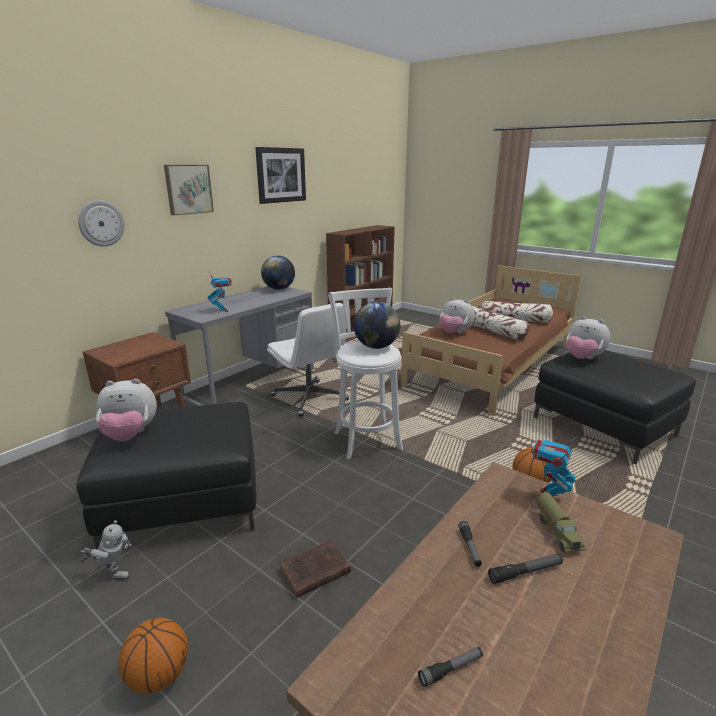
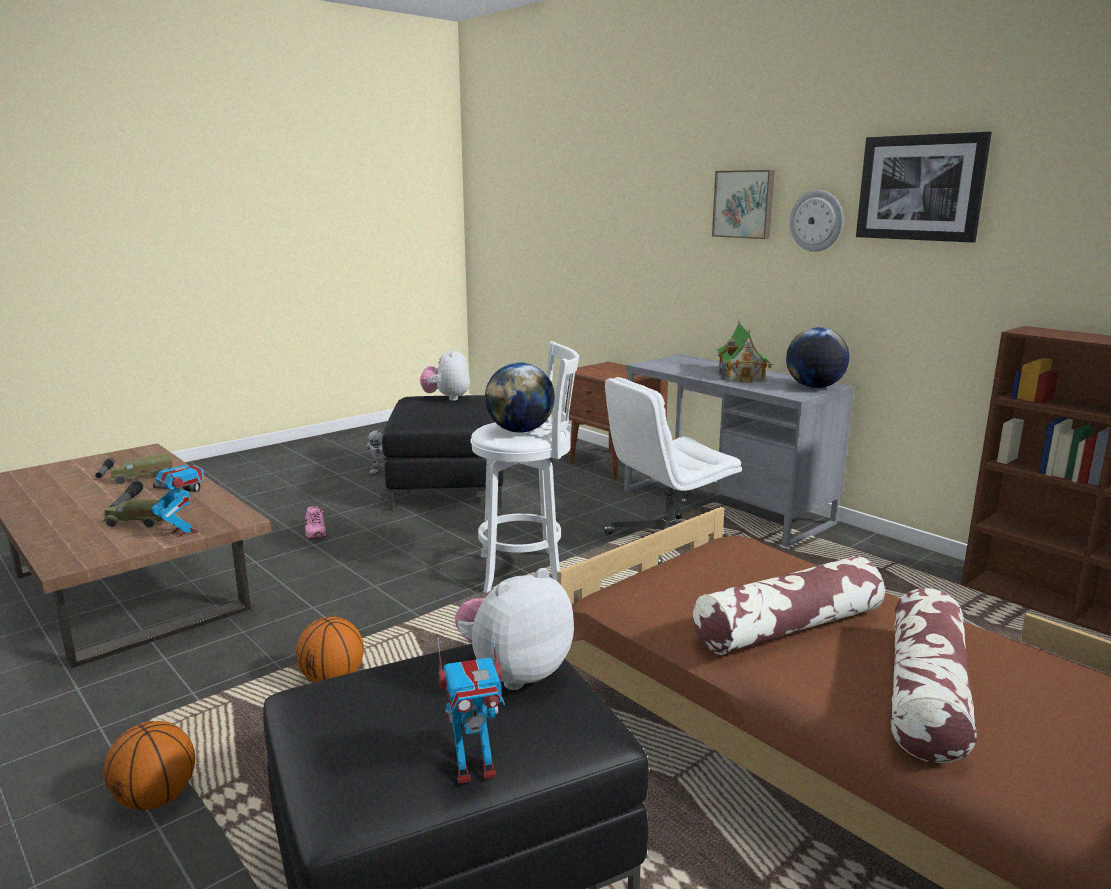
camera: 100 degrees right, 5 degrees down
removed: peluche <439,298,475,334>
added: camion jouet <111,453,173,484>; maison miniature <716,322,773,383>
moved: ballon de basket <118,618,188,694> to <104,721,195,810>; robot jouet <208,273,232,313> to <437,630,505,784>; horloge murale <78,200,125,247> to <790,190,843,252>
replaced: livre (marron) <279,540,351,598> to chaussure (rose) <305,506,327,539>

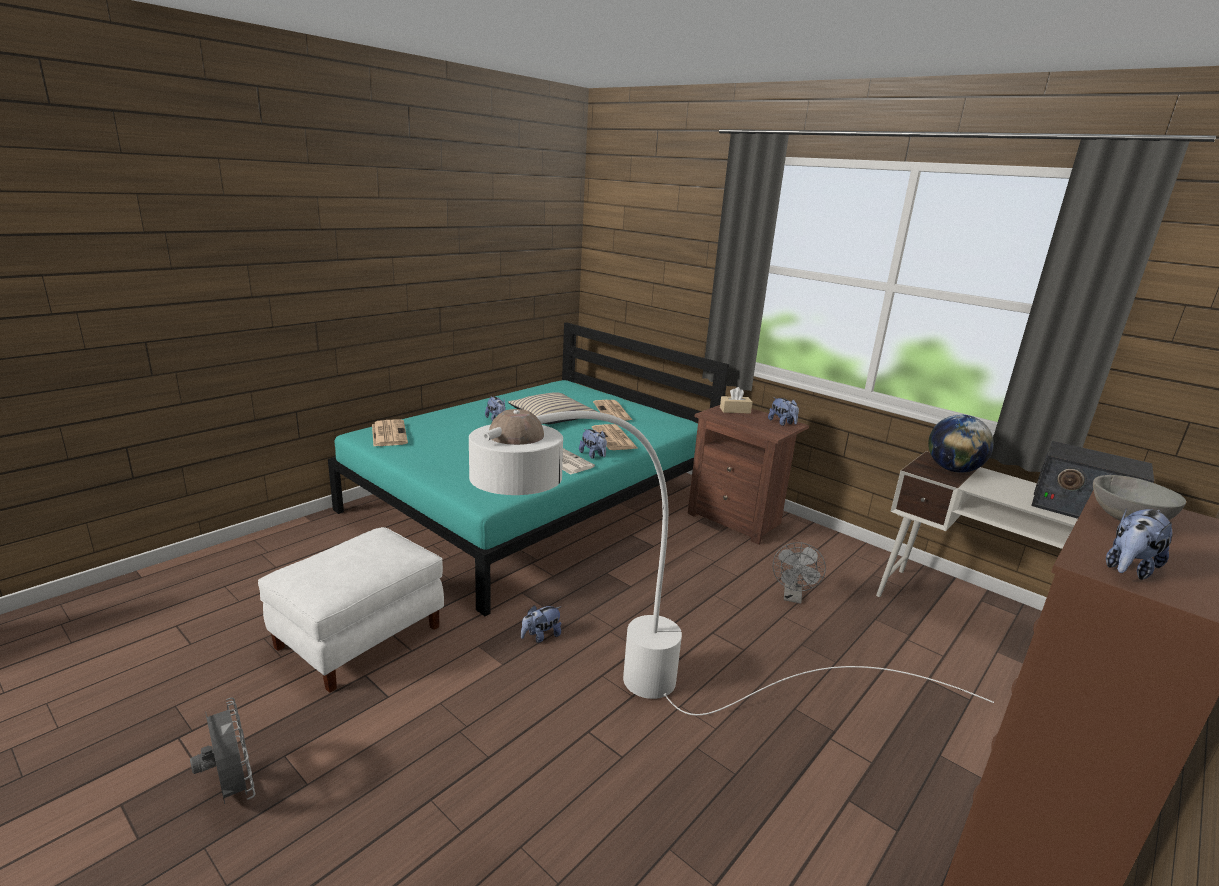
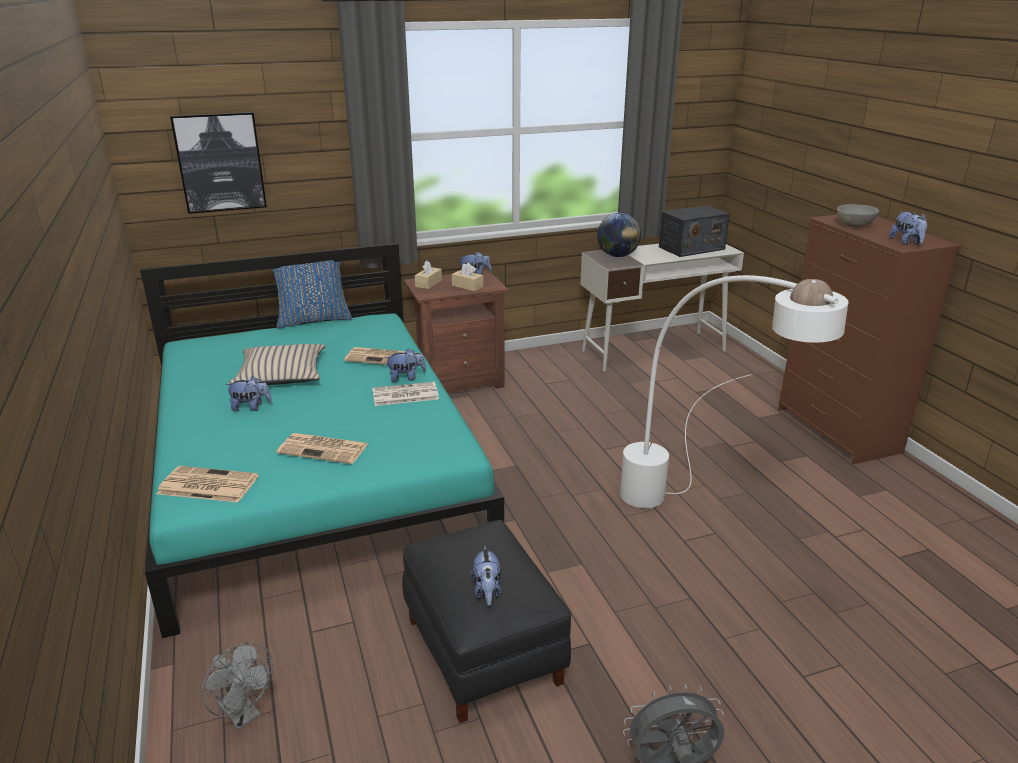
camera: 60 degrees left, 5 degrees up
added: tableau <170,112,267,214>; coussin (bleu) <272,260,352,328>; boîte à mouchoirs (beige) <452,263,483,291>
moved: ventilateur (gris) <773,542,826,604> to <201,642,273,730>; journal <593,400,632,421> to <276,433,368,464>; peluche <521,605,562,643> to <471,545,501,606>
recoloured: pouf (blanc) <258,527,444,693> to pouf (noir) <402,520,571,723>

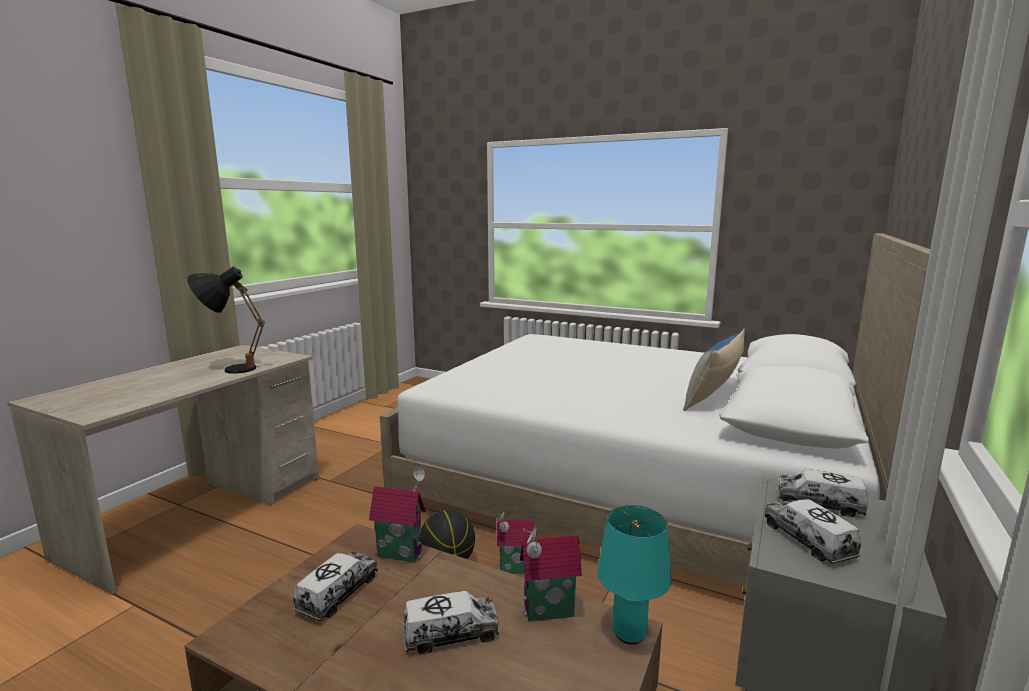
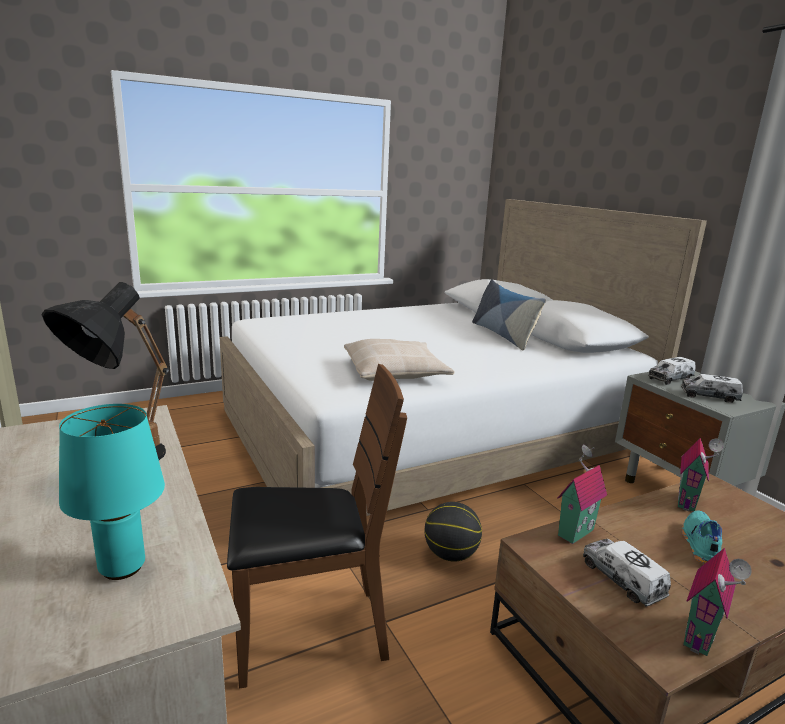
camera: 55 degrees left, 5 degrees up
added: chaise (marron) <227,364,407,688>; coussin (beige) <344,339,454,381>
moved: lampe de table (turquoise) <597,505,672,645> to <59,404,165,580>; maison miniature <496,512,534,574> to <683,548,752,656>
replaced: camion jouet <403,591,500,654> to chaussure (turquoise) <682,510,722,564>

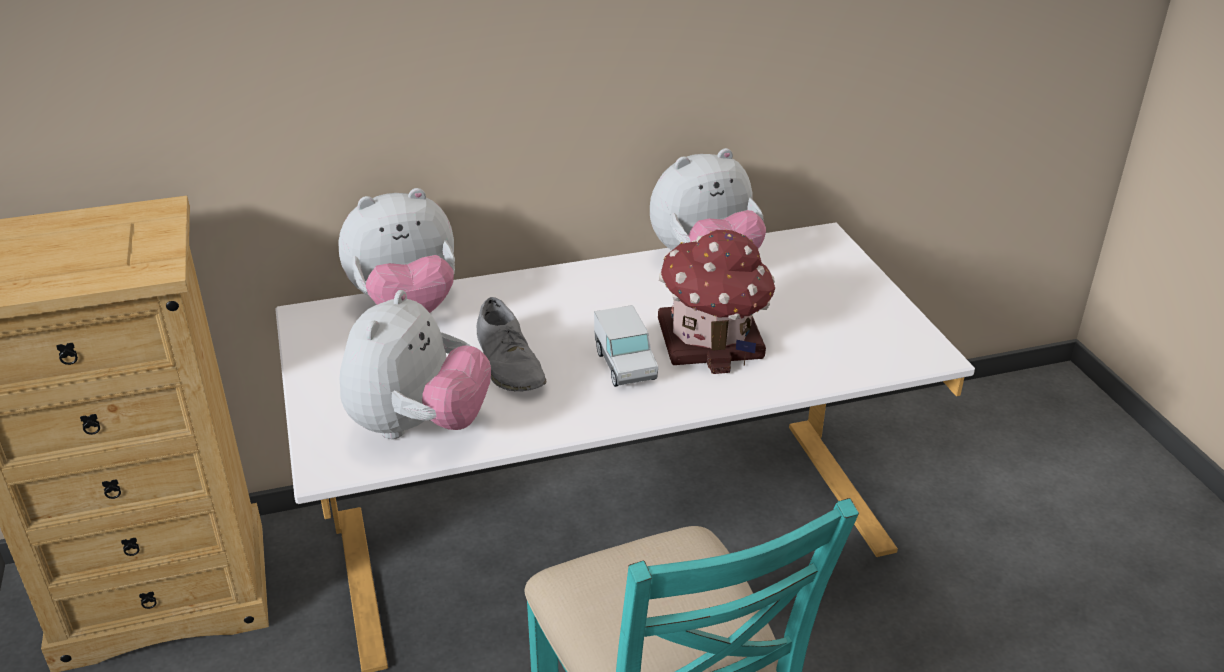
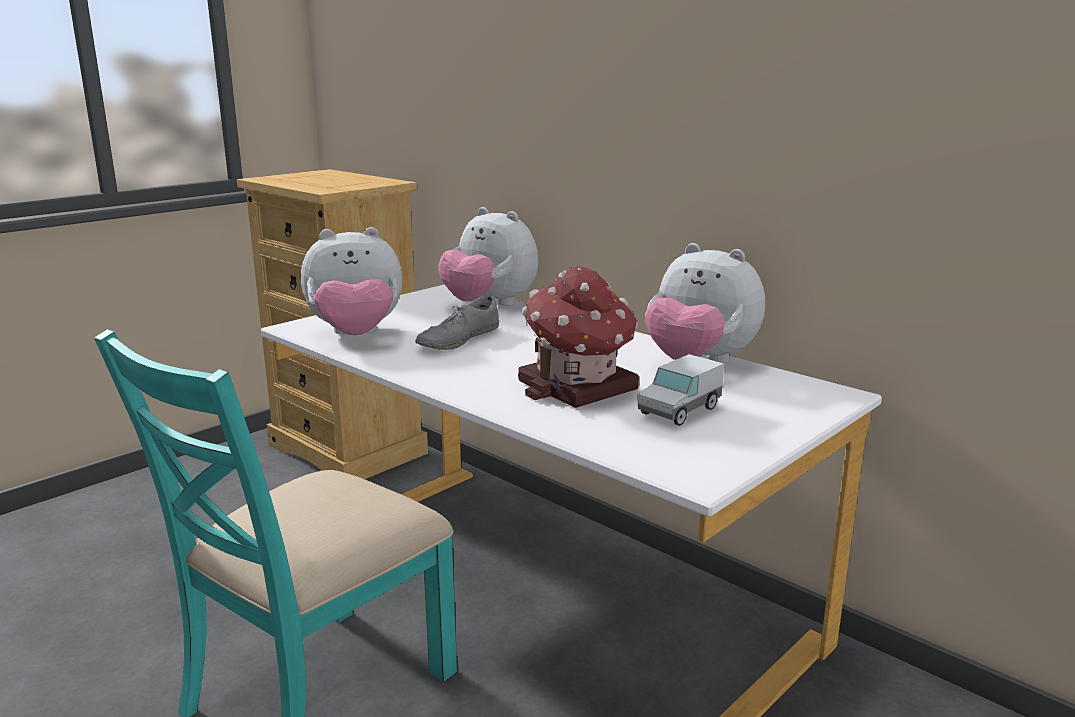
camera: 60 degrees right, 15 degrees down
moved: camion jouet <594,305,658,387> to <638,354,724,426>

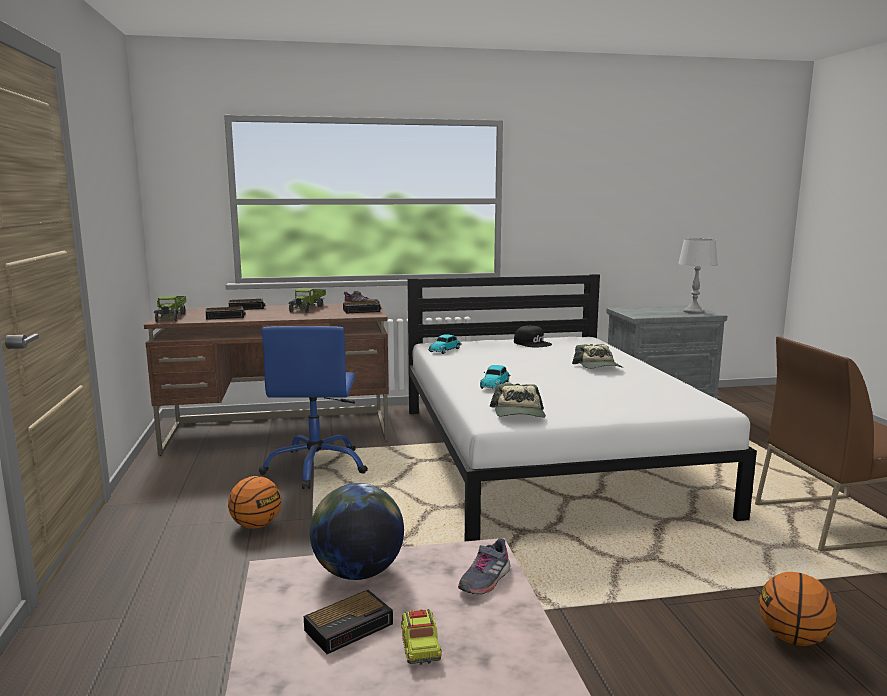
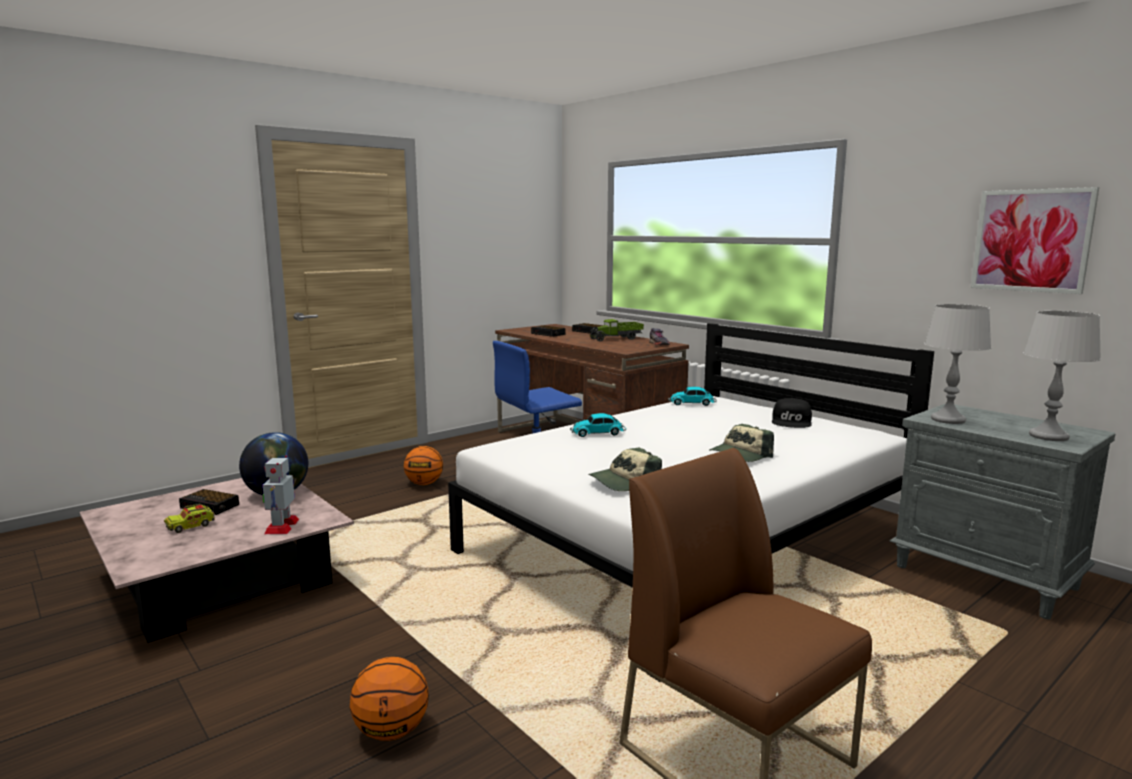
camera: 60 degrees right, 0 degrees up
removed: camion jouet <154,295,186,322>; réveil <343,301,381,313>
added: lampe de table (gris) <924,304,991,424>; tableau <971,187,1099,294>
moved: casquette <490,383,546,418> to <589,447,662,491>
replaced: chaussure (gris) <458,538,510,595> to robot jouet <262,456,299,534>

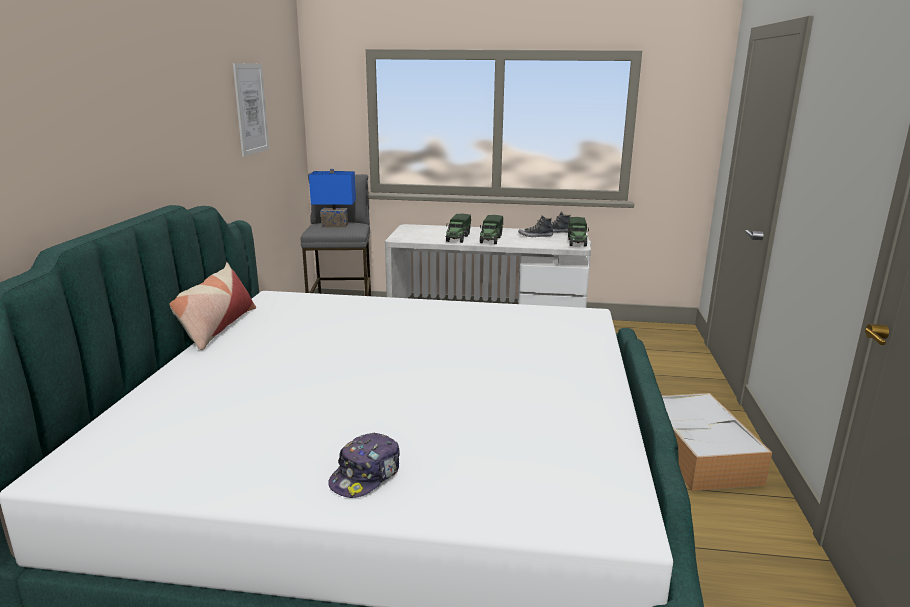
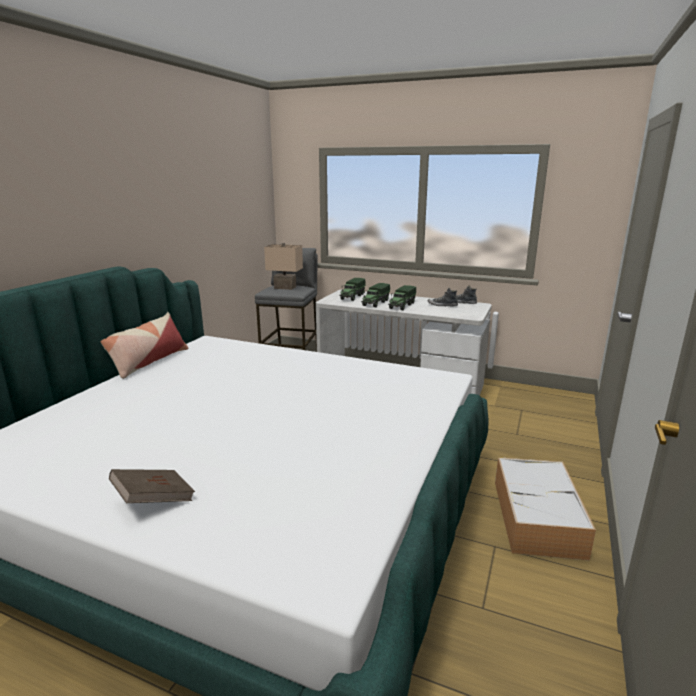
camera: 15 degrees right, 0 degrees up
removed: tableau <233,63,269,157>
moved: camion jouet <568,217,589,247> to <339,278,366,301>
replaced: casquette <328,432,400,498> to livre (marron) <109,469,195,503>
recoloured: lampe de table (bleu) <309,169,356,228> to lampe de table (beige) <264,243,303,290>

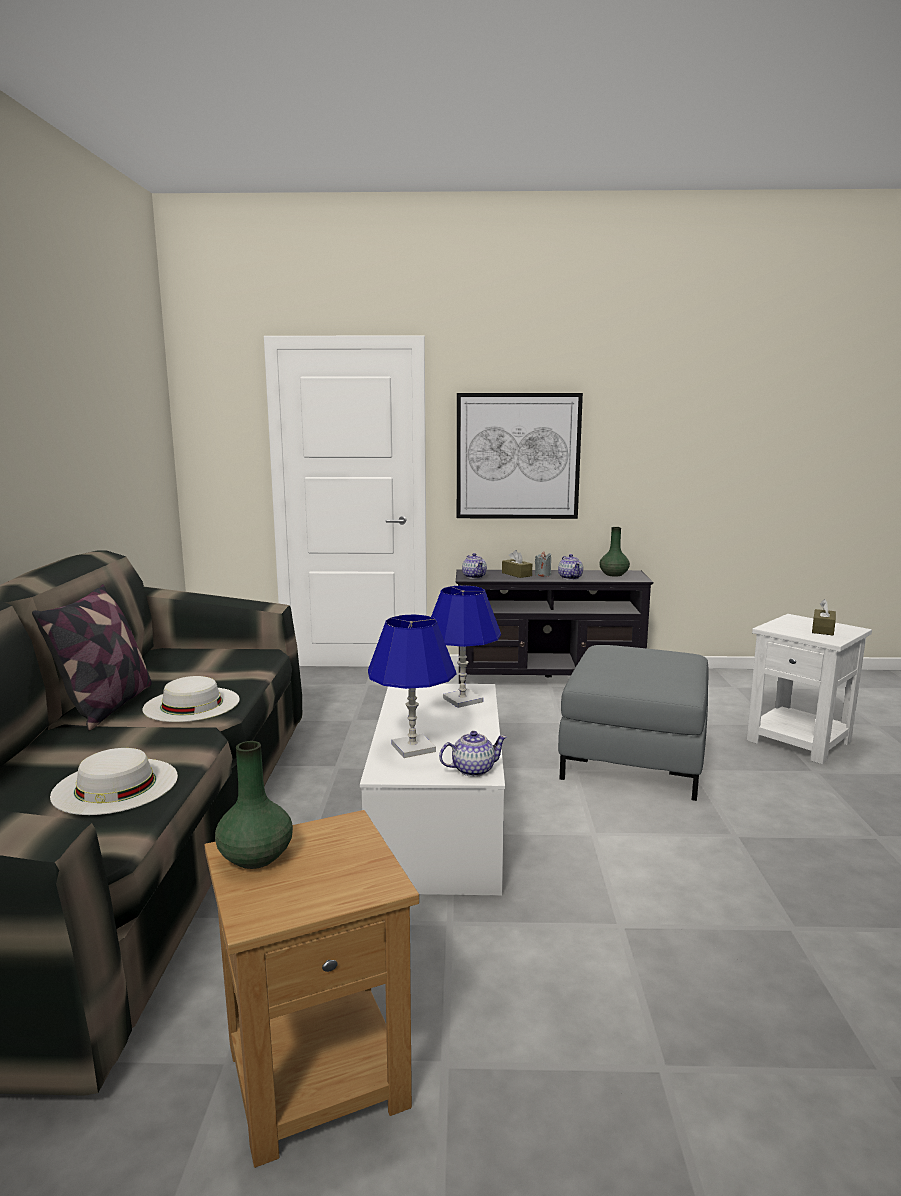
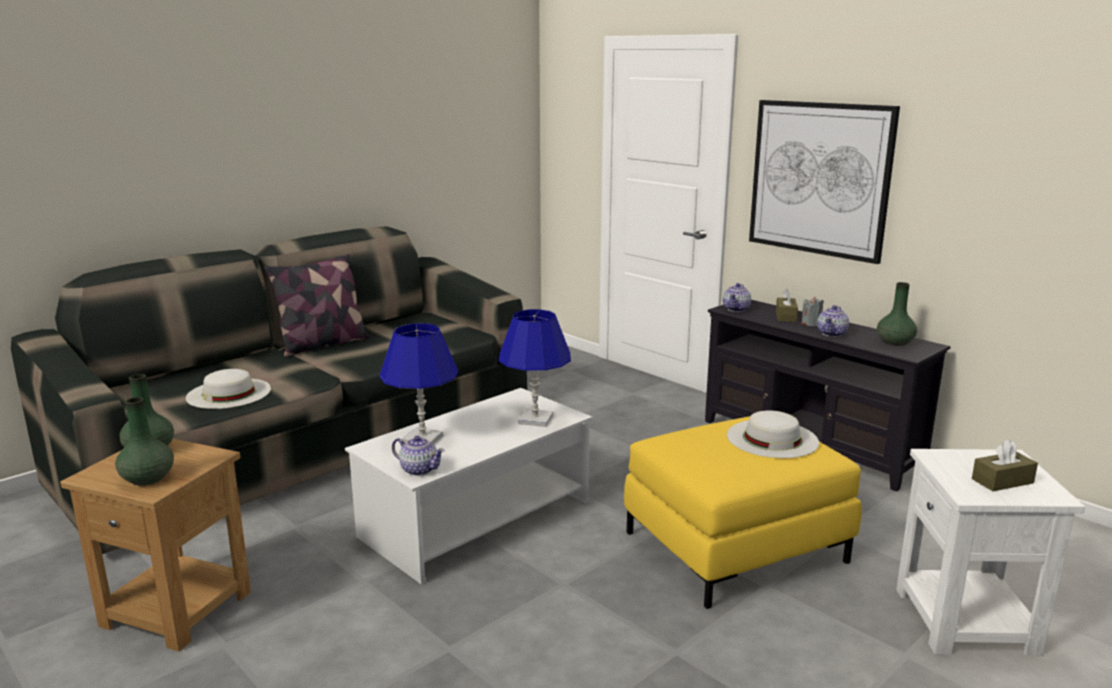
camera: 45 degrees right, 5 degrees up
added: vase (vert) <115,397,174,486>
moved: chapeau (blanc) <142,676,240,722> to <727,410,819,458>
recoloured: pouf (gris) <558,645,709,801> to pouf (jaune) <624,416,862,609>

